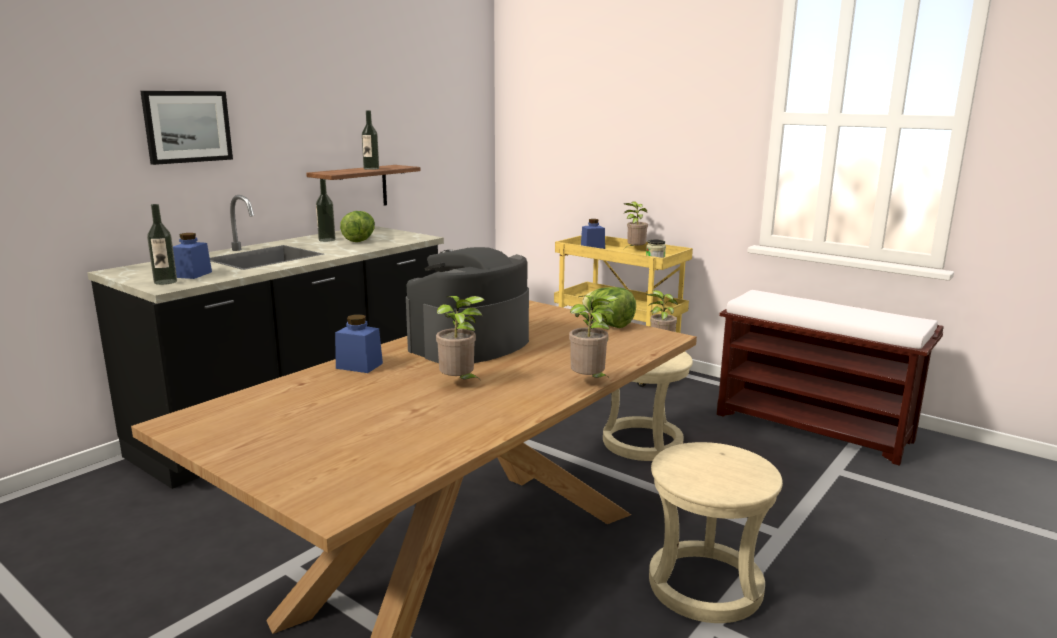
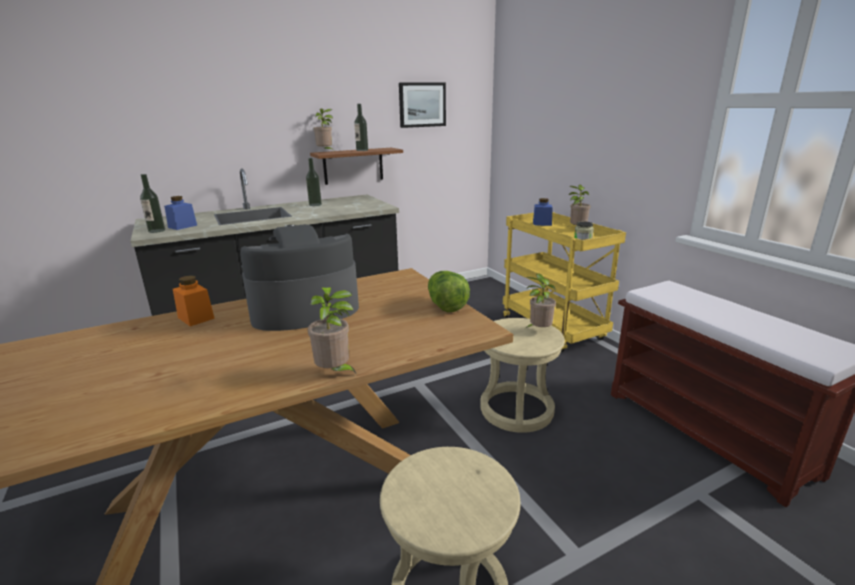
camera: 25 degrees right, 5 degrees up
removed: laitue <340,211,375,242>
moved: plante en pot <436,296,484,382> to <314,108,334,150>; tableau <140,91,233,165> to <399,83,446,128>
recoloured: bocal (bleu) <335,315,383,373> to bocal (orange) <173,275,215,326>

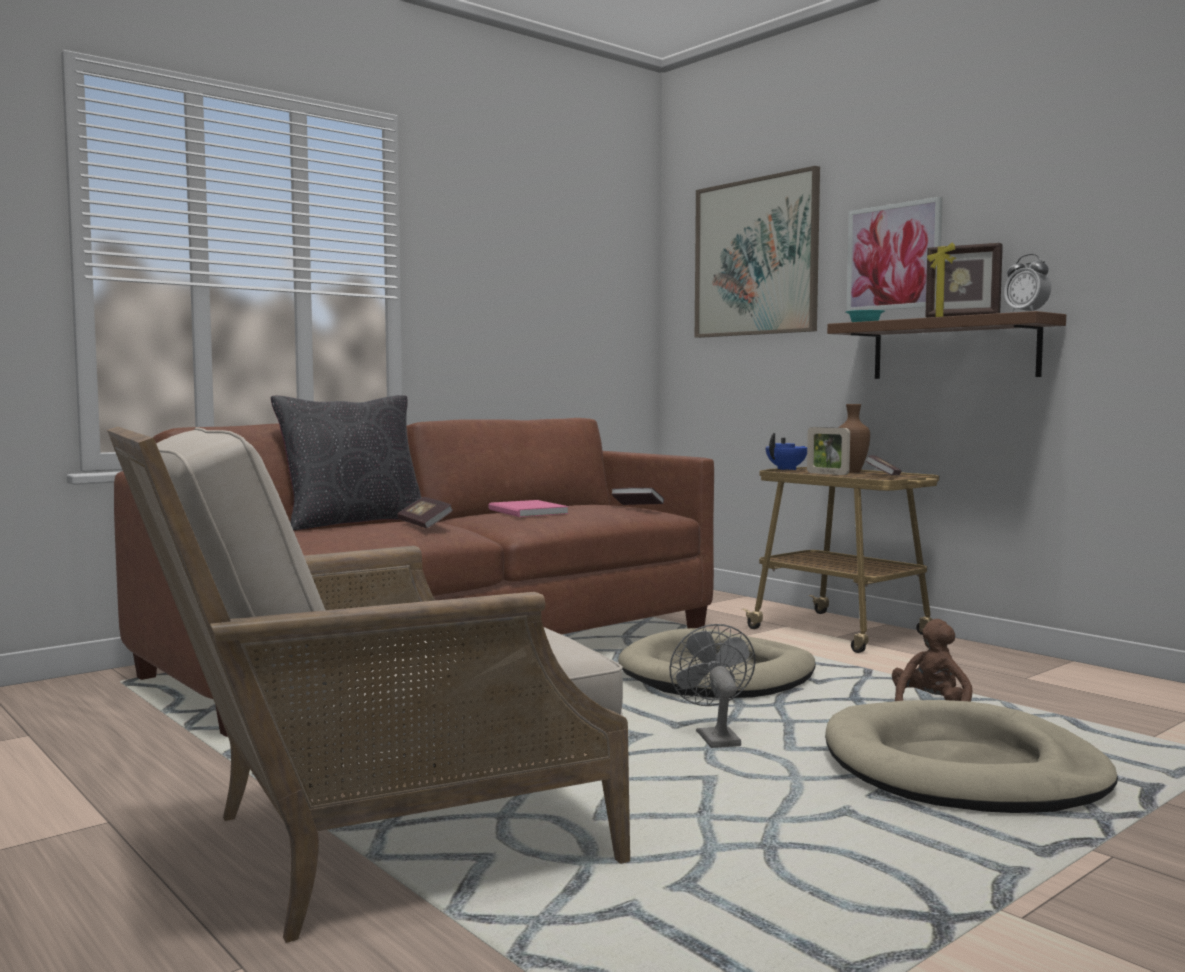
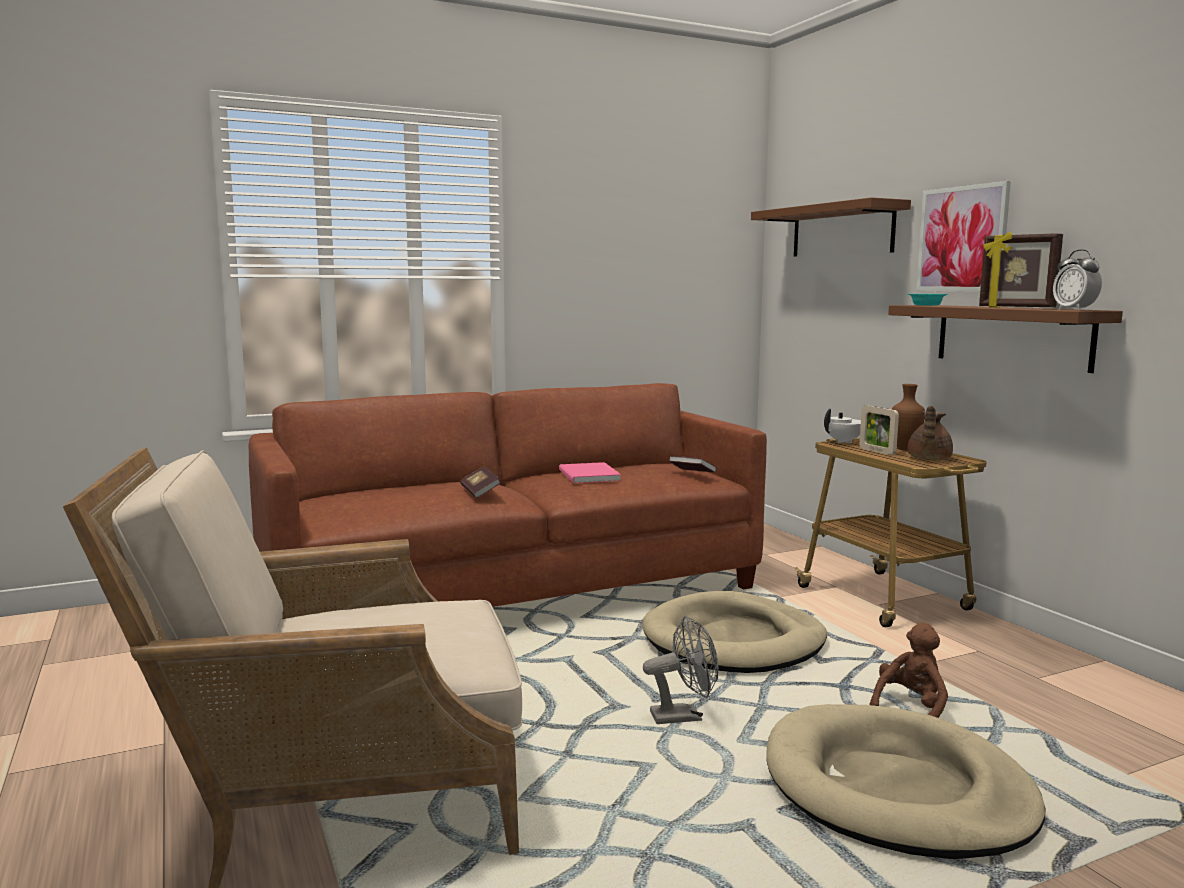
camera: 15 degrees right, 5 degrees up
removed: coussin (noir) <271,395,422,530>
replaced: tableau <695,166,820,338> to étagère (marron) <751,197,911,256>; livre <866,455,901,475> to théière (marron) <907,406,953,460>
recoloured: théière (bleu) <765,433,807,470> to théière (blanc) <824,409,861,444>
turned: ventilateur (gris) <669,624,755,748> = <643,616,718,724> 75 degrees clockwise

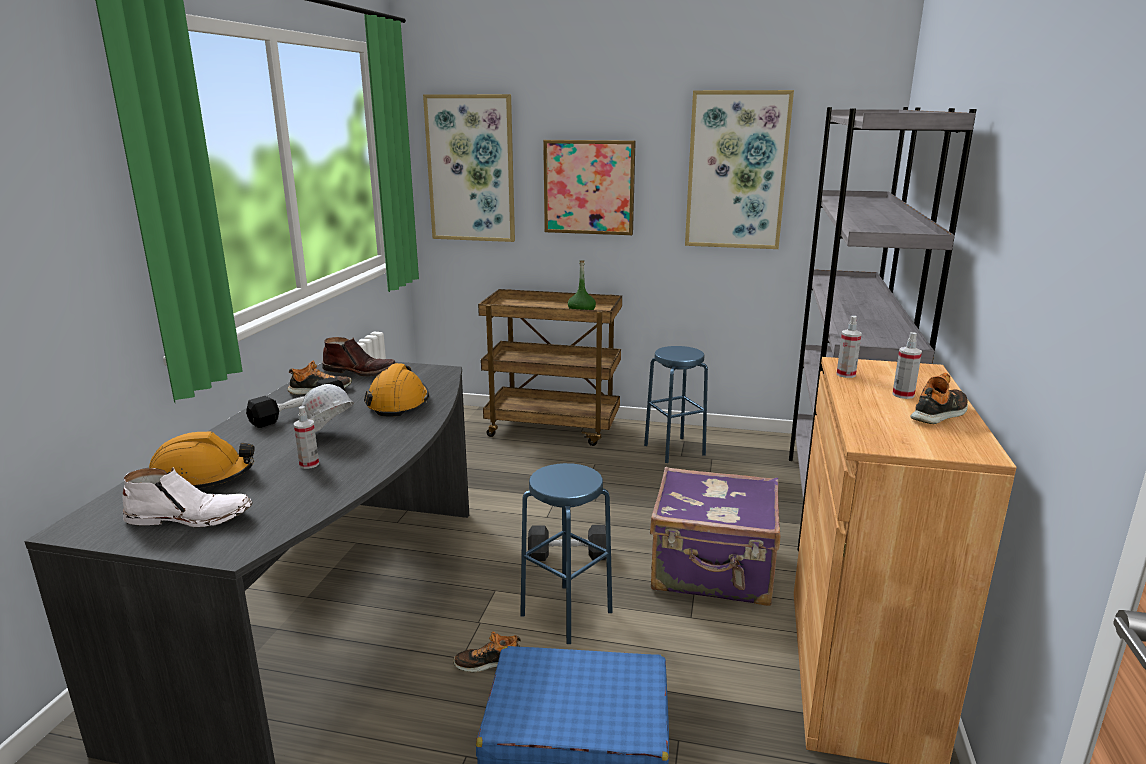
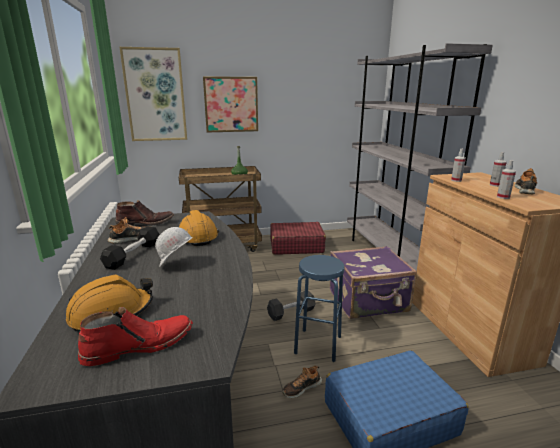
camera: 25 degrees left, 0 degrees up
removed: tableau <685,90,794,249>
moved: vaporisateur <294,406,319,469> to <497,160,516,199>
replaced: tabouret (bleu) <644,346,708,463> to valise (rouge) <270,222,326,255>
recoloured: botte (blanc) <123,467,253,527> to botte (rouge) <78,307,193,366>

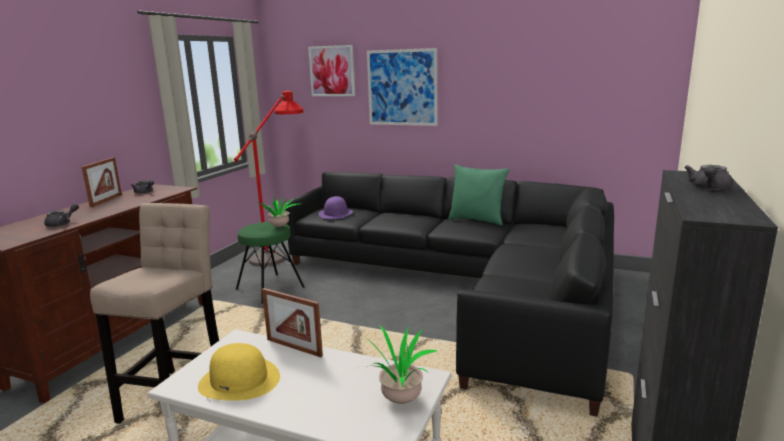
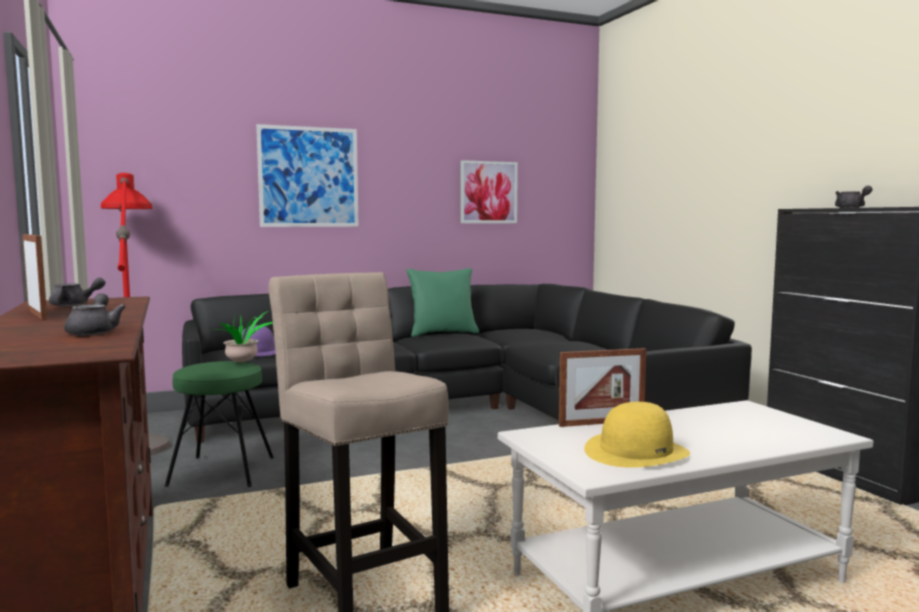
camera: 45 degrees left, 10 degrees down
removed: plante en pot <358,325,437,404>
moved: tableau <308,45,355,96> to <460,160,518,223>

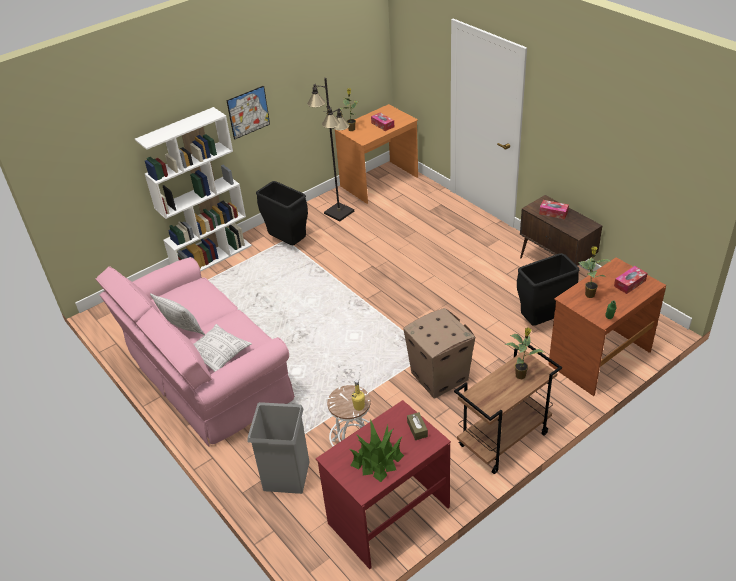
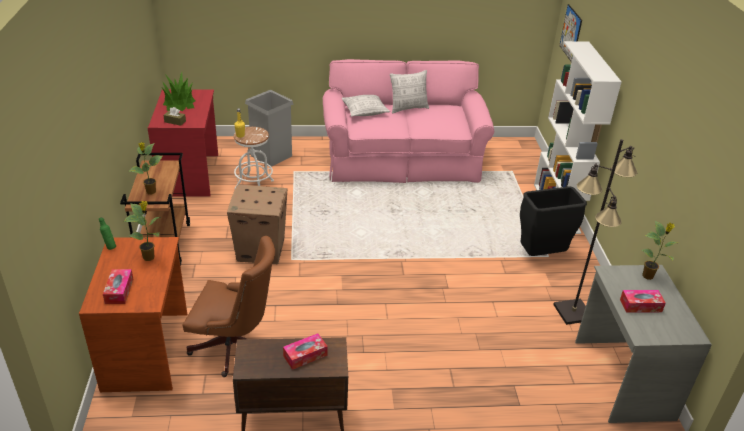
camera: 120 degrees right, 5 degrees down
moved: tableau <226,86,270,140> to <559,4,582,62>
replaced: poubelle (noir) <517,253,579,326> to chaise de bureau (marron) <182,236,275,377>
recoloured: bureau (orange) <335,104,418,204> to bureau (gris) <575,265,712,423>

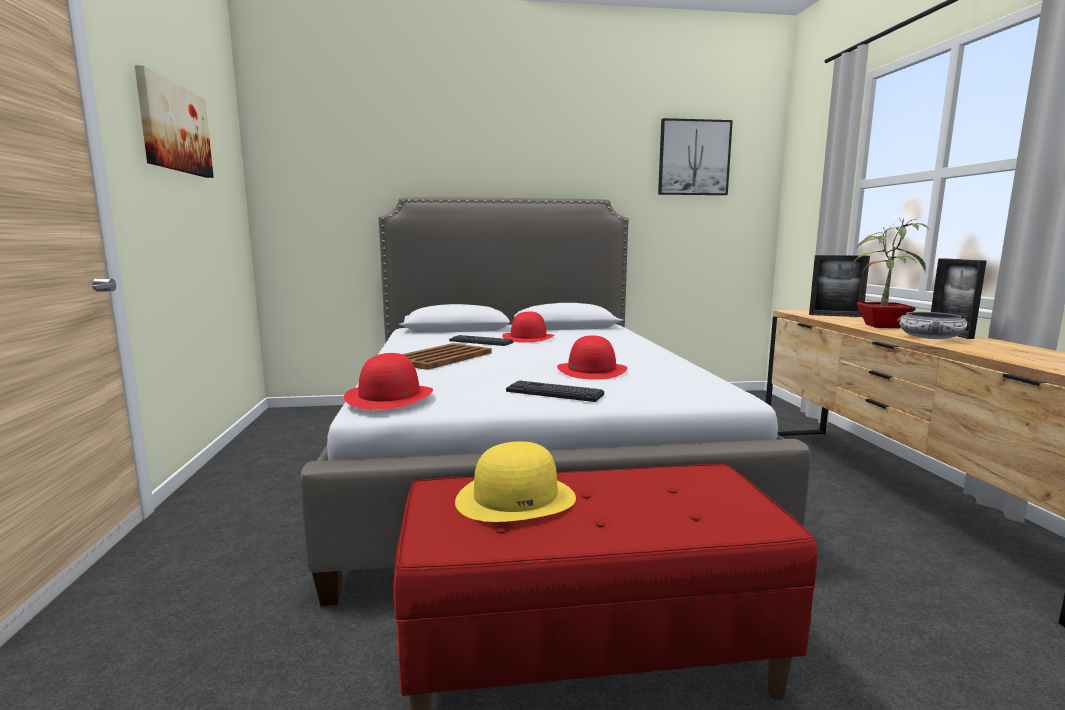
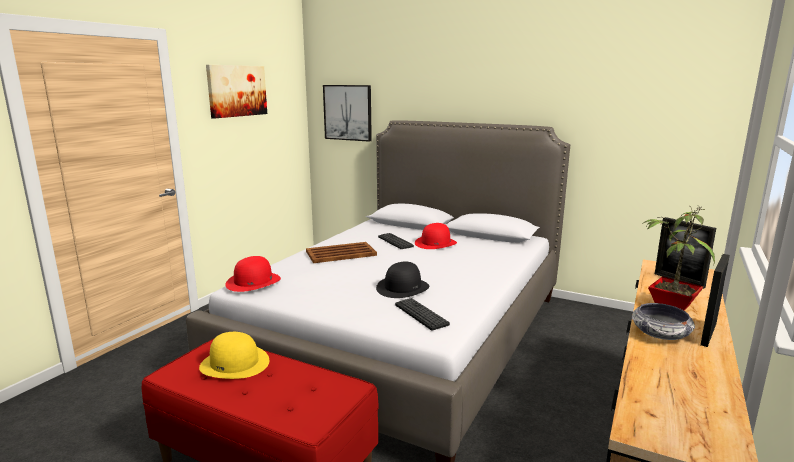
camera: 35 degrees right, 5 degrees up
moved: tableau <658,118,733,195> to <323,85,372,142>; clavier <506,380,604,402> to <395,298,450,331>
recoloured: chapeau (rouge) <557,335,627,380> to chapeau (noir) <376,261,429,298>

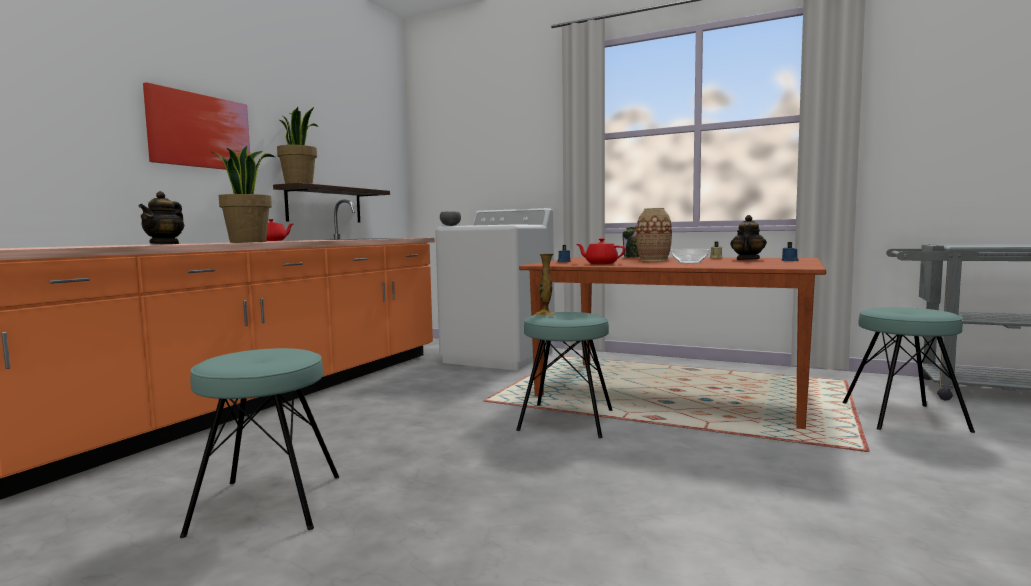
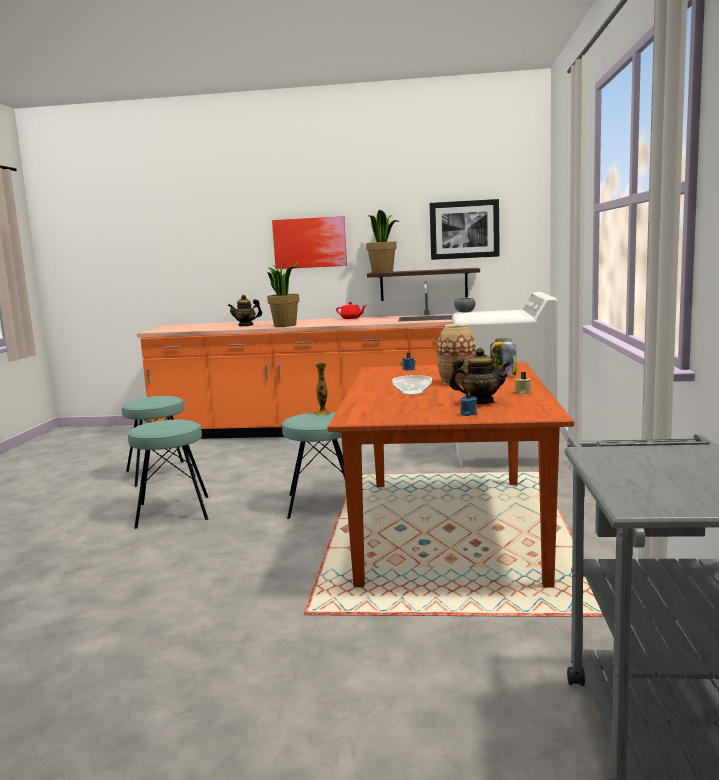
camera: 70 degrees right, 5 degrees up
removed: théière (rouge) <577,238,625,264>
added: tableau <430,199,500,260>
moved: tabouret (turquoise) <842,307,975,433> to <128,420,208,529>

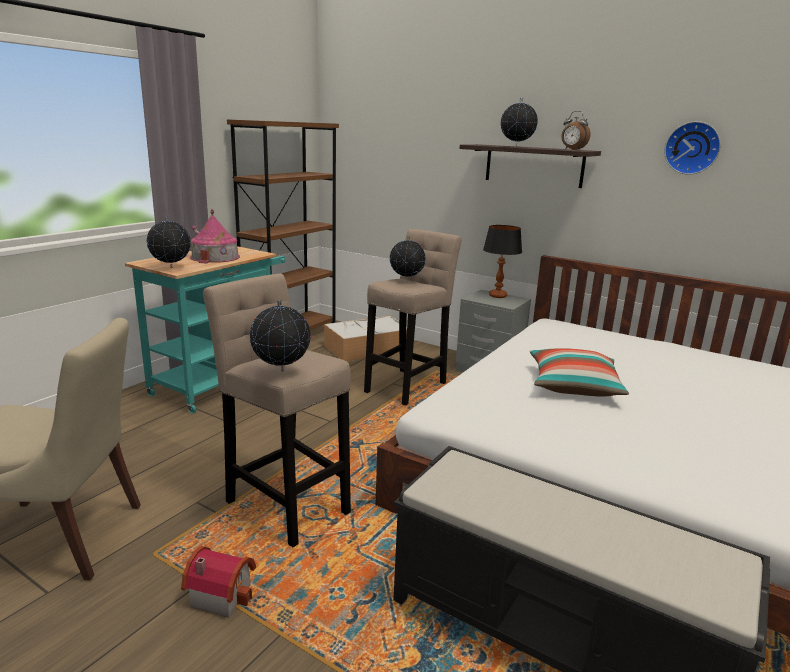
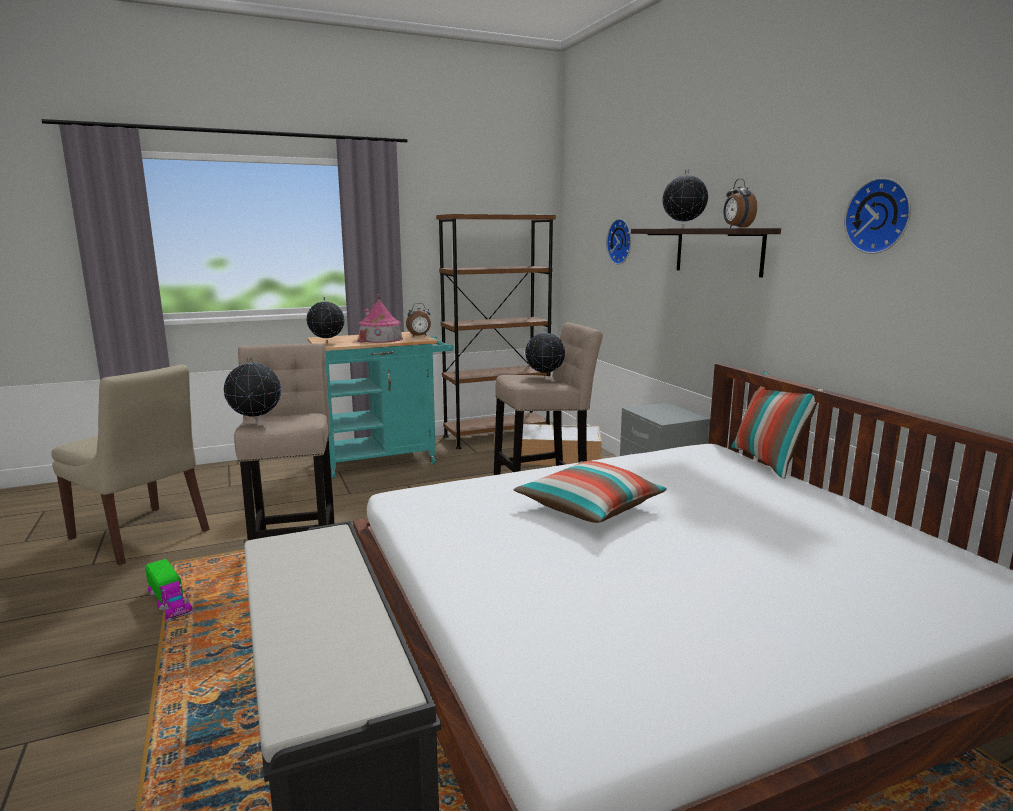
camera: 35 degrees right, 5 degrees down
removed: lampe de table <483,225,522,298>
added: réveil <406,303,431,336>; horloge murale <607,219,631,265>; coussin <731,371,824,479>
replaced: maison miniature <181,546,256,617> to camion jouet <145,559,193,622>

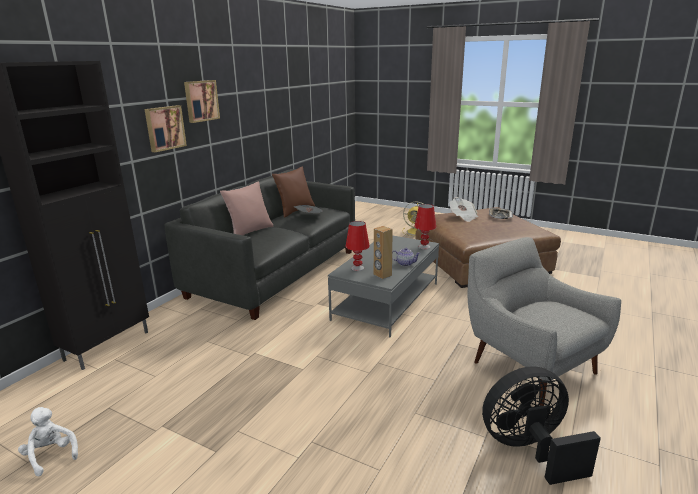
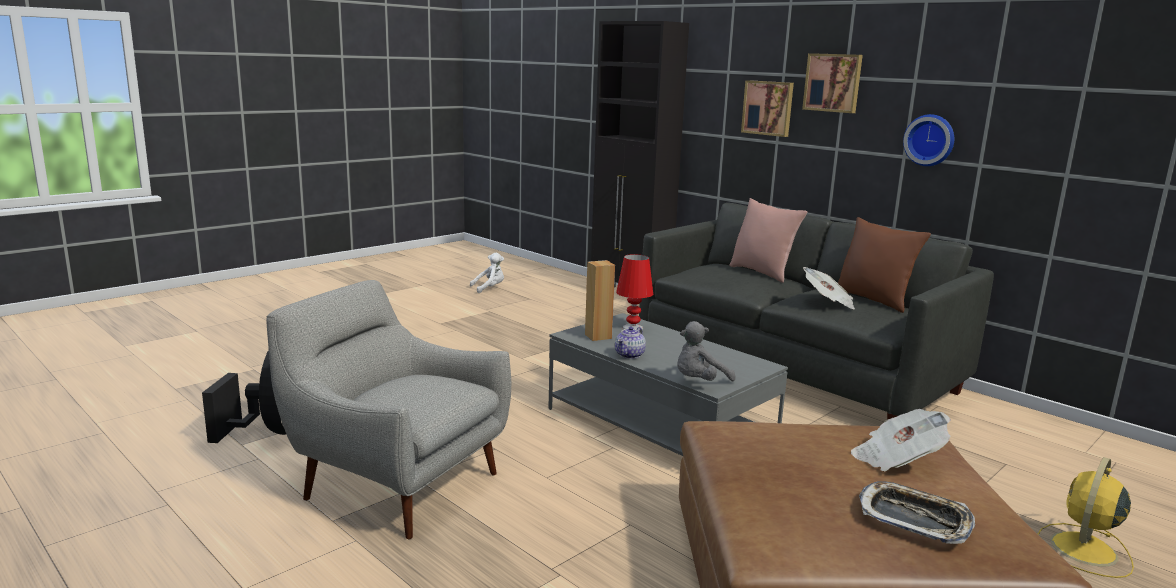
camera: 105 degrees right, 5 degrees down
added: horloge murale <903,114,954,166>
replaced: lampe de table (rouge) <414,204,436,250> to peluche (gris) <677,321,735,382>
turned: fauteuil (gris) <467,237,621,406> = <266,280,511,540> 135 degrees counterclockwise

